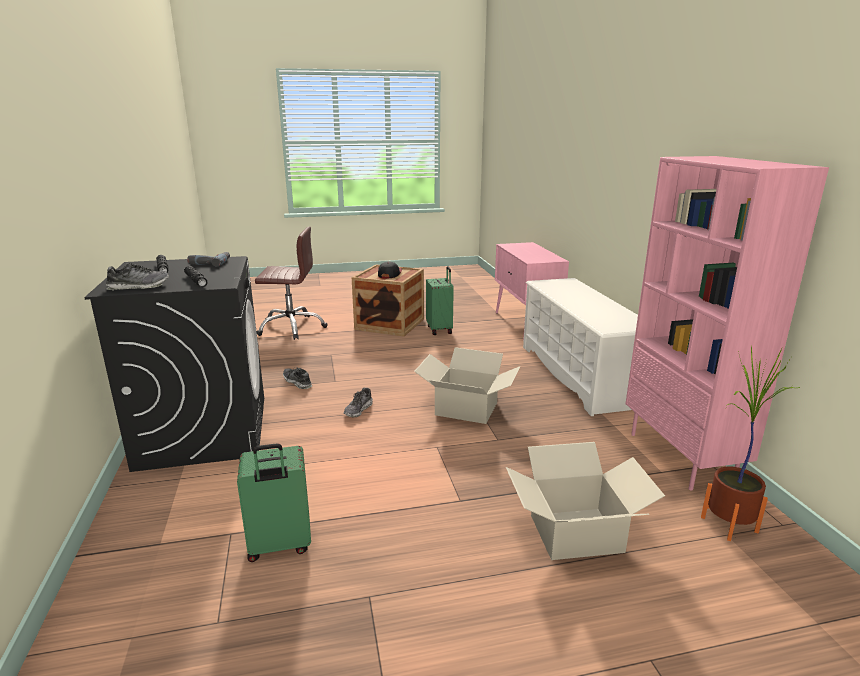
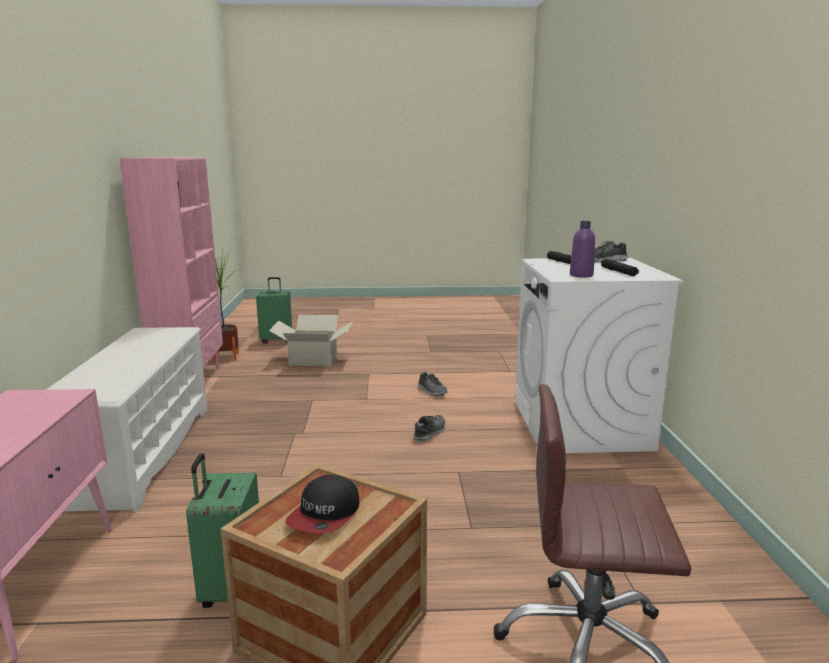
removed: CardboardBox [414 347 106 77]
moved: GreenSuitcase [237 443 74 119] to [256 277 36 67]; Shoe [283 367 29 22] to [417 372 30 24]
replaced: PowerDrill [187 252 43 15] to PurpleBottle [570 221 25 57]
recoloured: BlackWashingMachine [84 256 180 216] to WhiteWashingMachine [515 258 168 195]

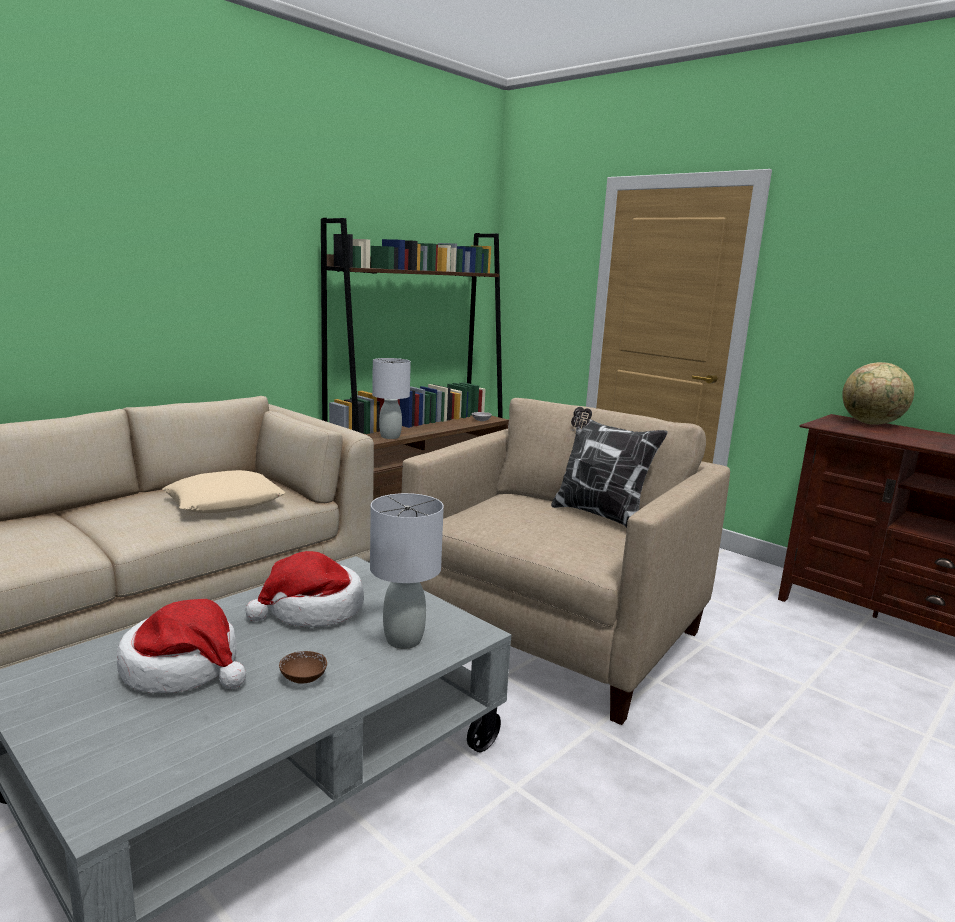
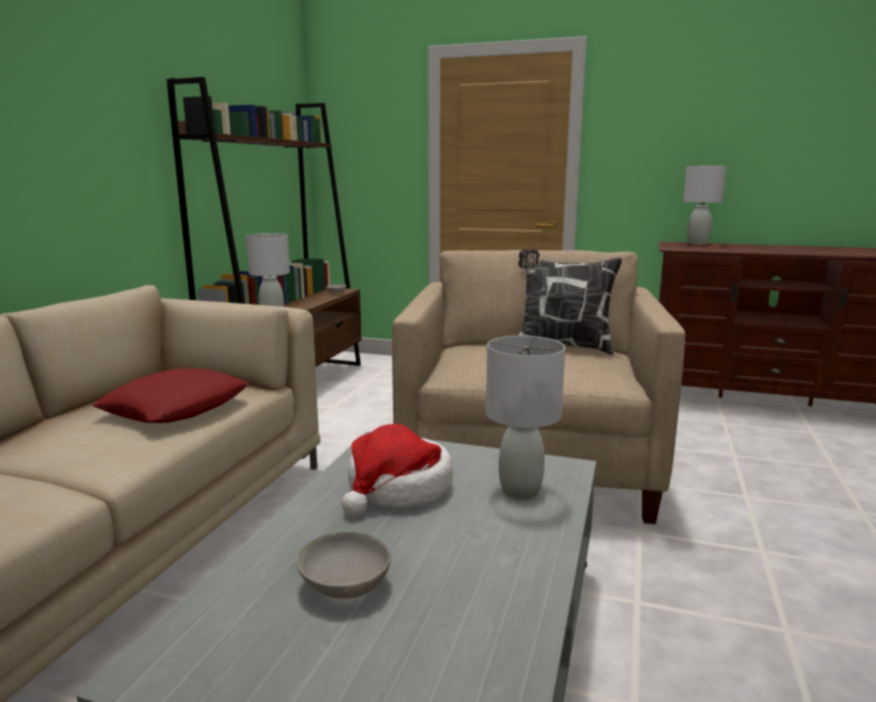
removed: BrownBowl [279 651 48 33]
replaced: Hat [117 599 129 94] to GreyBowl [296 531 95 68]; Globe [842 362 72 63] to GreyTableLamp [683 166 44 79]
recoloured: BeigePillow [163 470 122 43] to RedPillow [92 368 157 55]

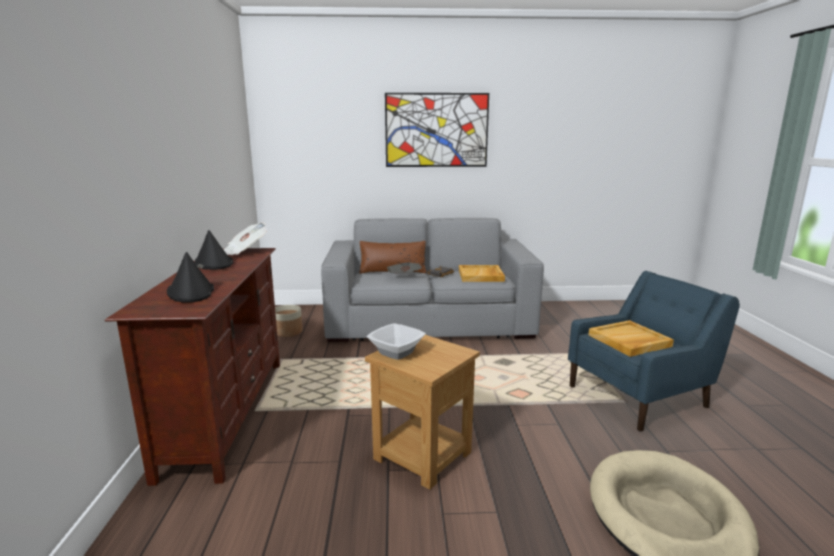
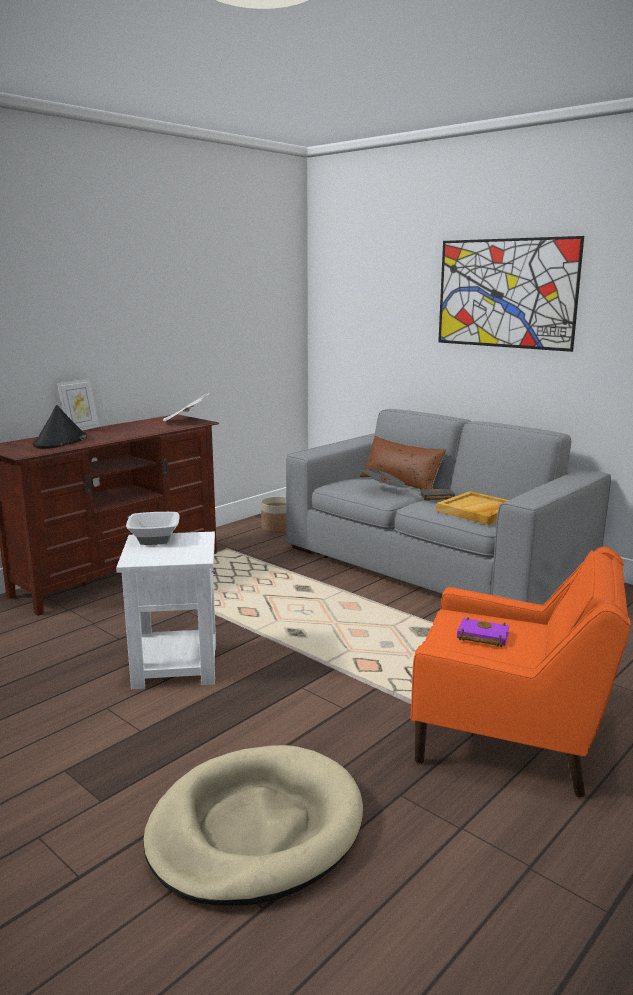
removed: BlackHat [194 230 39 40]
added: PictureFrame [57 378 42 53]
replaced: BeigeTray [589 320 85 37] to PurpleBook [457 617 53 30]
recoloured: BrownSideTable [365 335 115 155] to WhiteSideTable [116 532 100 157]; BlueArmchair [568 271 172 160] to OrangeArmchair [411 547 220 251]

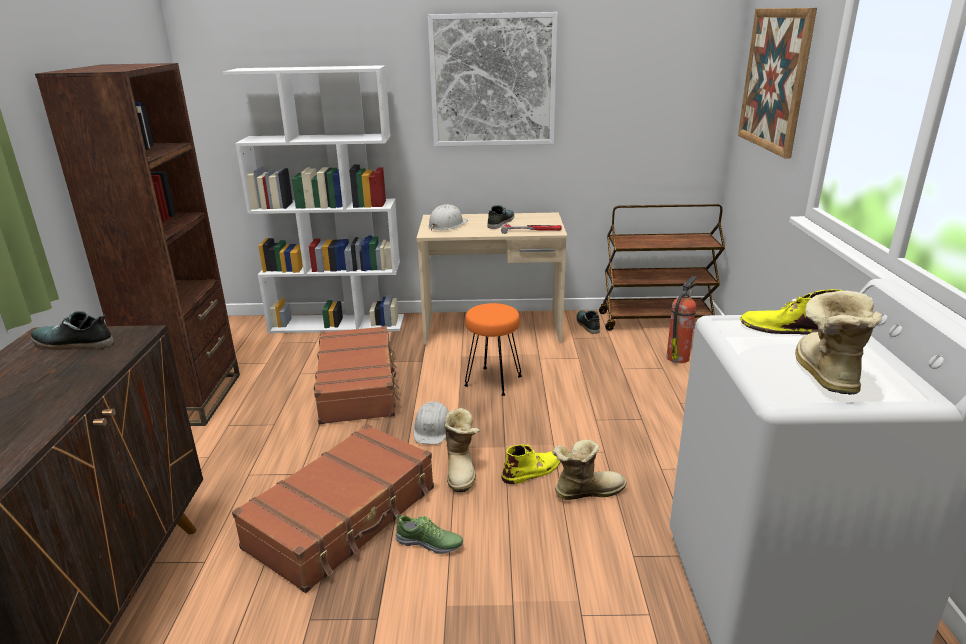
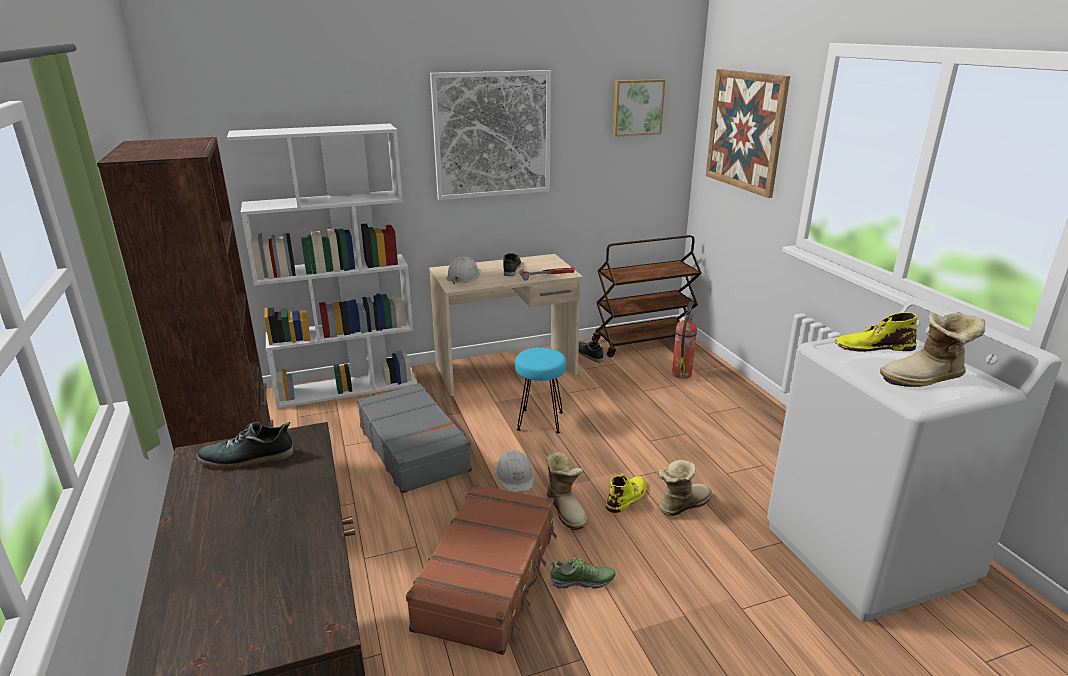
added: Picture [612 79 53 58]
recoloured: BrownSuitcase [314 326 87 98] to GreySuitcase [357 383 115 111]; OrangeStool [464 303 58 93] to TurquoiseStool [515 348 52 86]
turned: Boot [795 291 87 104] = [880 312 105 75] 90 degrees counterclockwise

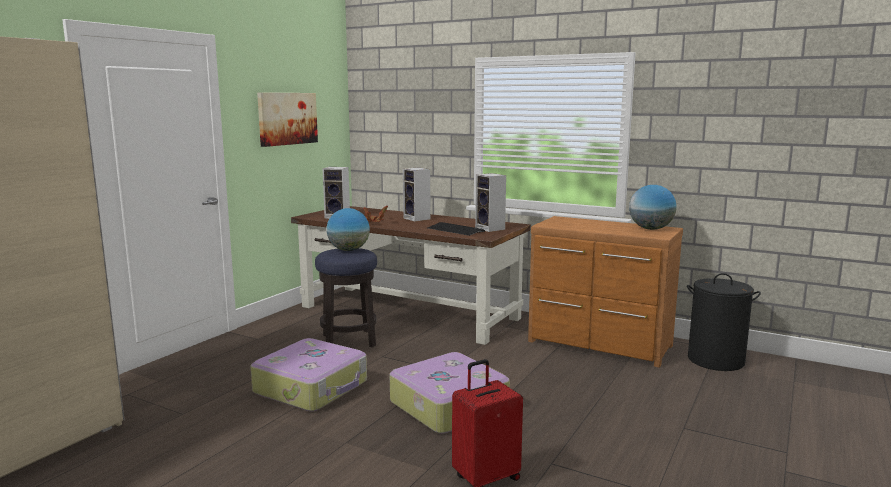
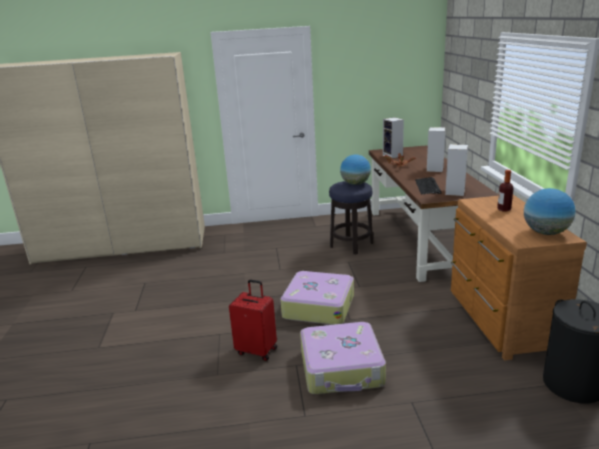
removed: Picture [257 92 61 55]
added: Bottle [497 170 17 42]
moved: Suitcase [250 338 117 74] to [300 322 86 72]

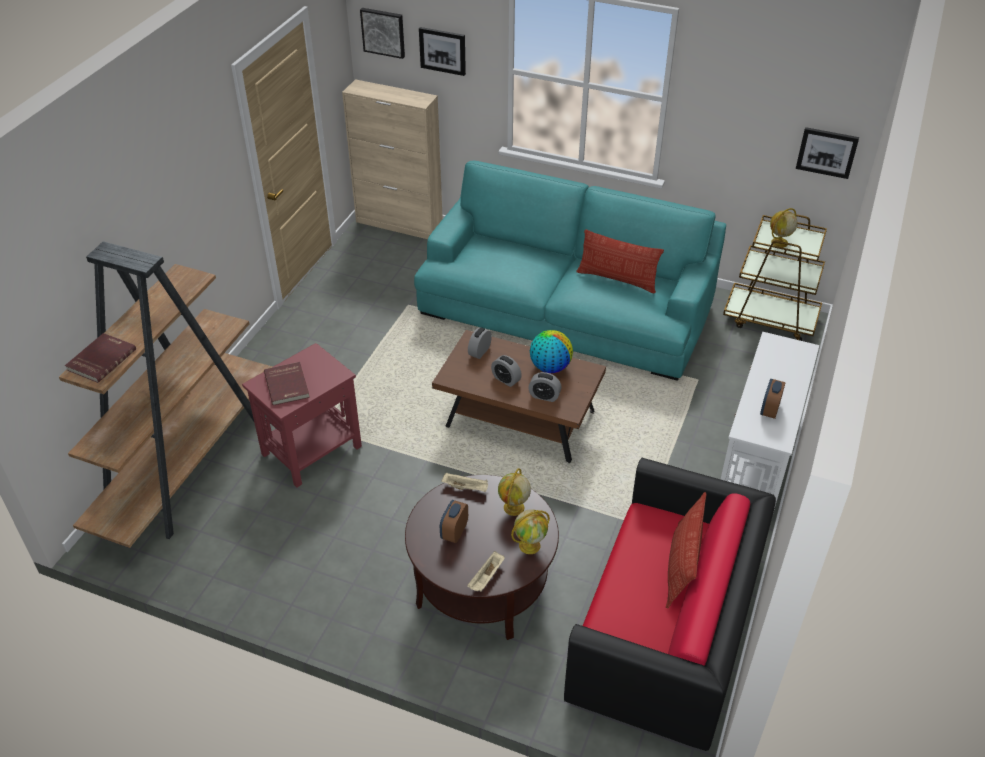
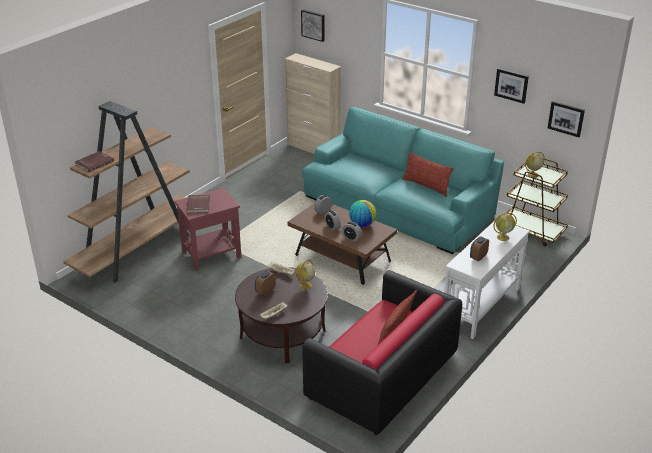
moved: Picture [419 27 47 49] to [494 68 35 36]; Globe [511 509 39 45] to [494 213 23 28]

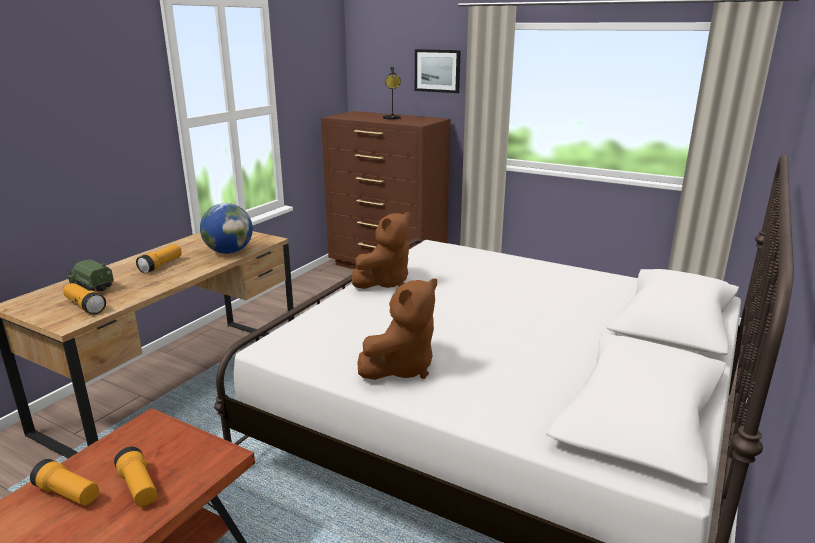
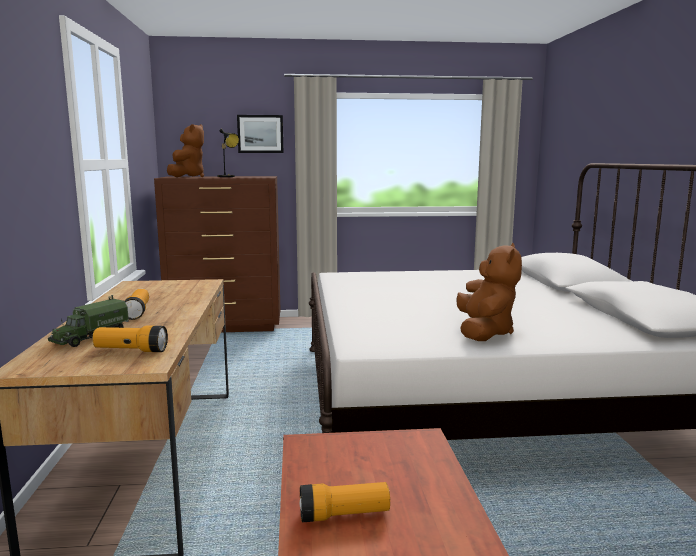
removed: Flashlight [114 446 43 61]; Globe [200 203 53 51]
moved: BrownPlushToy [352 212 59 77] to [167 124 37 53]
turned: ToyTruck [67 259 47 32] = [48 295 81 52] 60 degrees counterclockwise

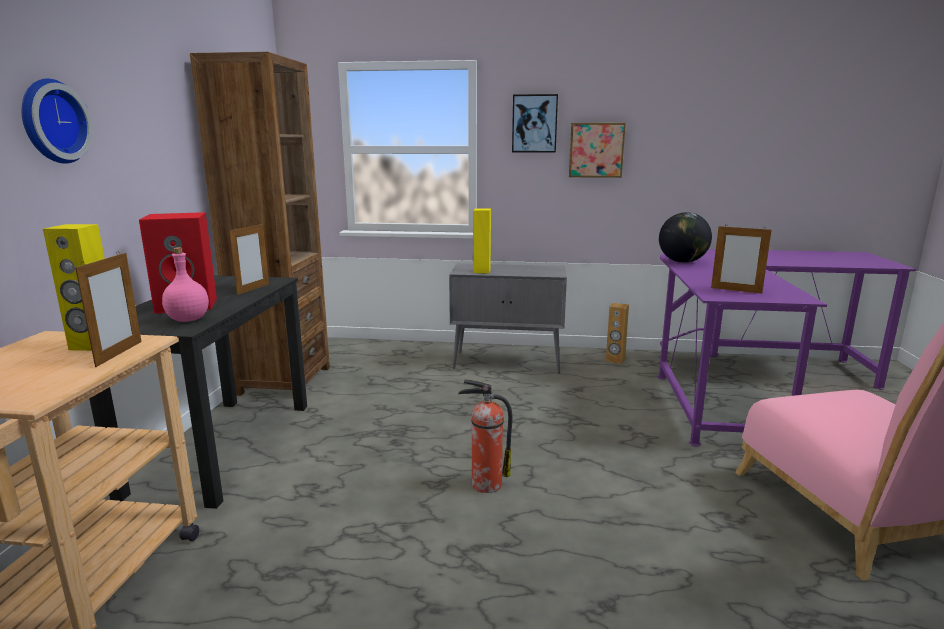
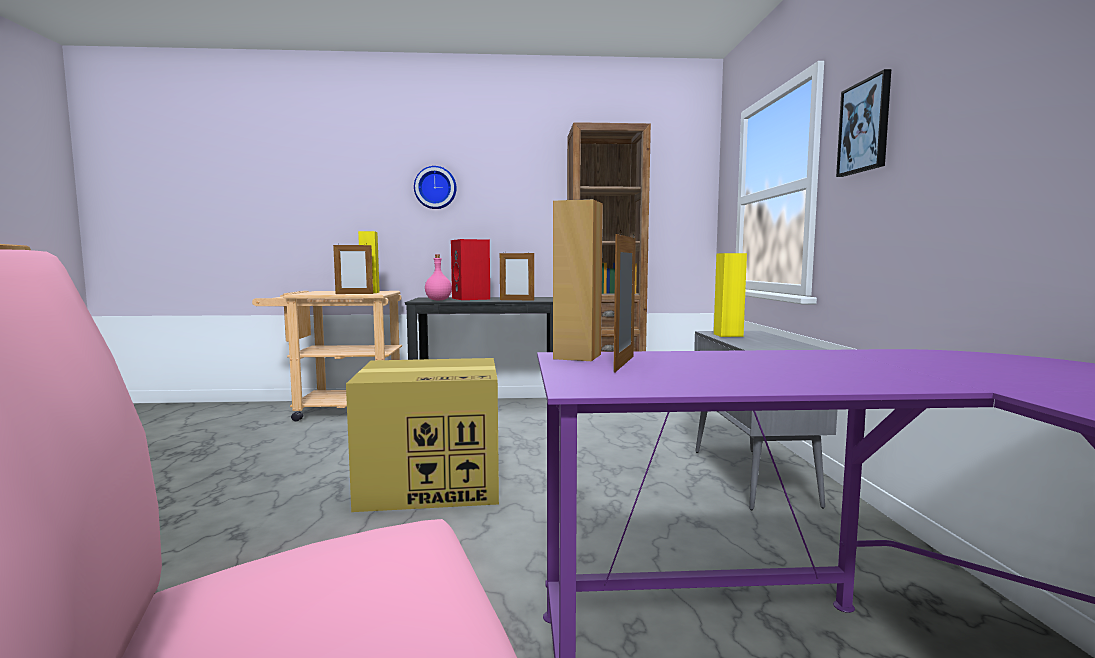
removed: Picture [569 123 57 55]; Globe [659 212 53 51]
moved: BrownSpeaker [606 303 23 61] to [553 199 50 162]
replaced: FireExtinguisher [458 379 54 114] to CardboardBox [346 358 153 154]

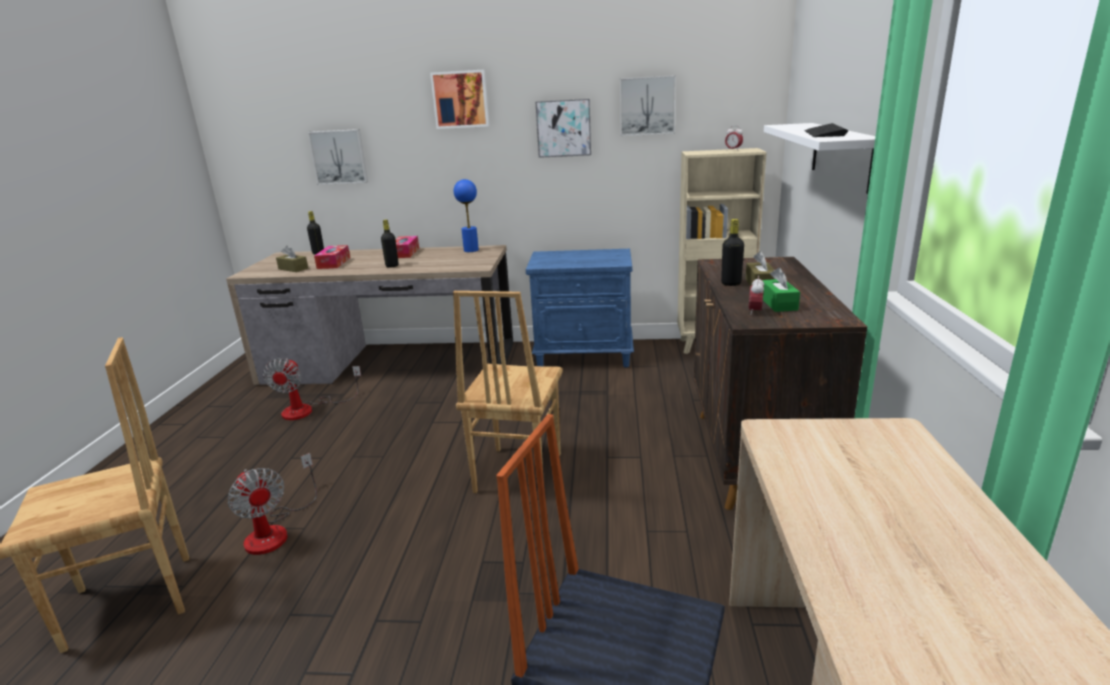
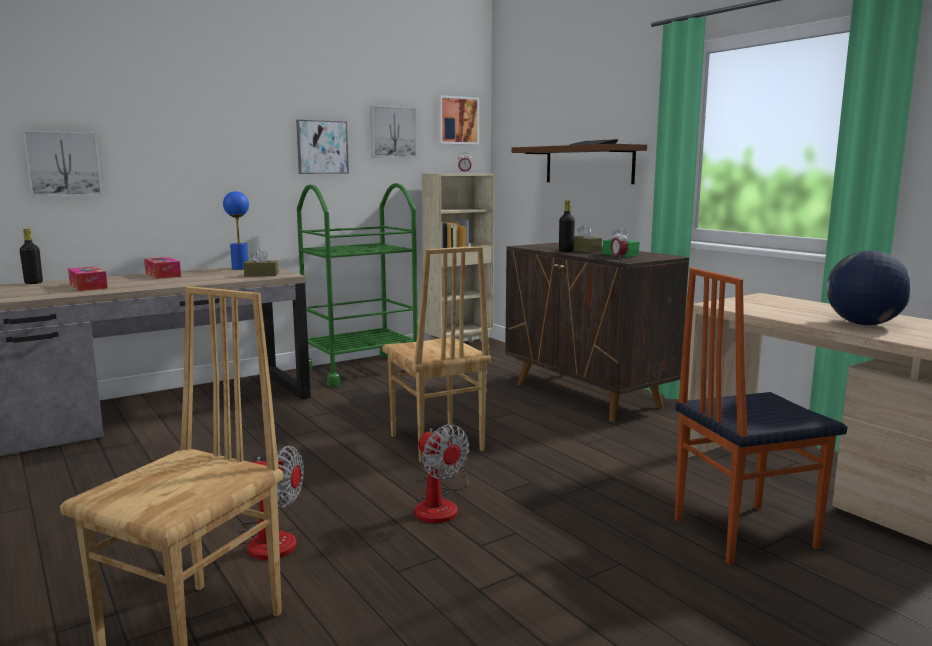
removed: BlackBottle [381 220 18 48]
added: Globe [826 251 86 74]
moved: Fan [263 358 98 62] to [415 425 54 98]; BrownTissueBox [276 246 32 26] to [243 249 35 28]; Picture [430 70 60 59] to [437 95 42 50]
replaced: BlueNightstand [526 249 108 118] to GreenCart [297 183 121 204]
recoloured: WhiteShelf [764 123 112 71] to BrownShelf [511 143 136 41]

